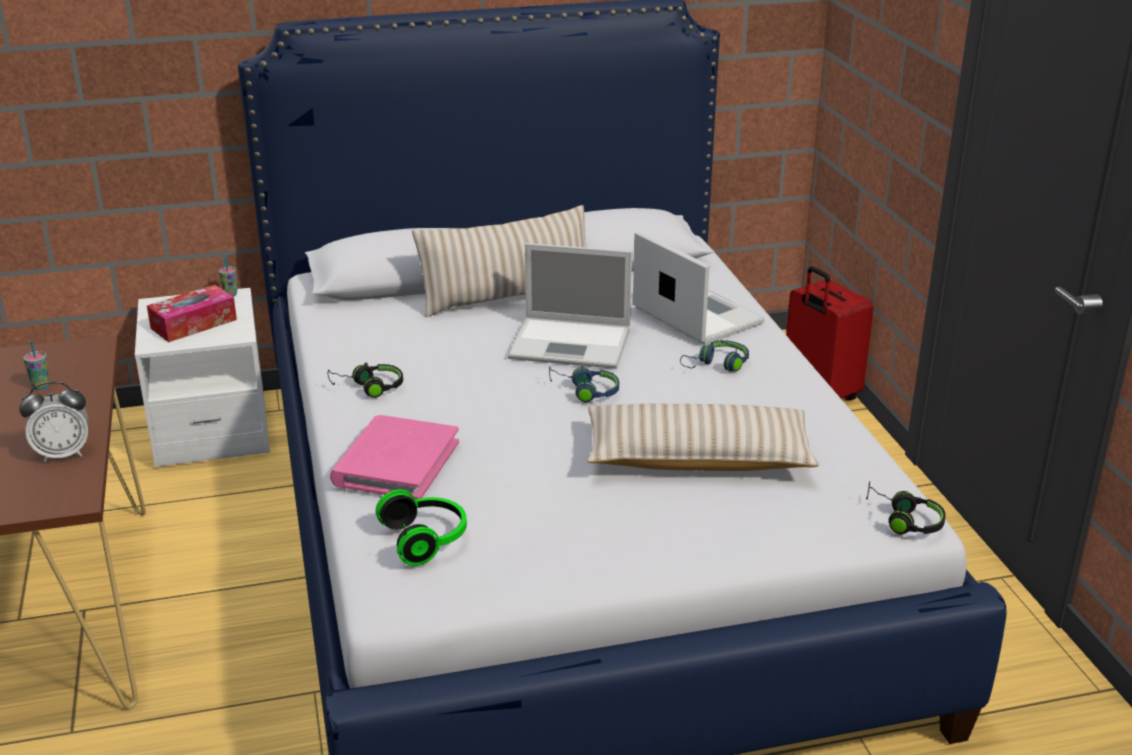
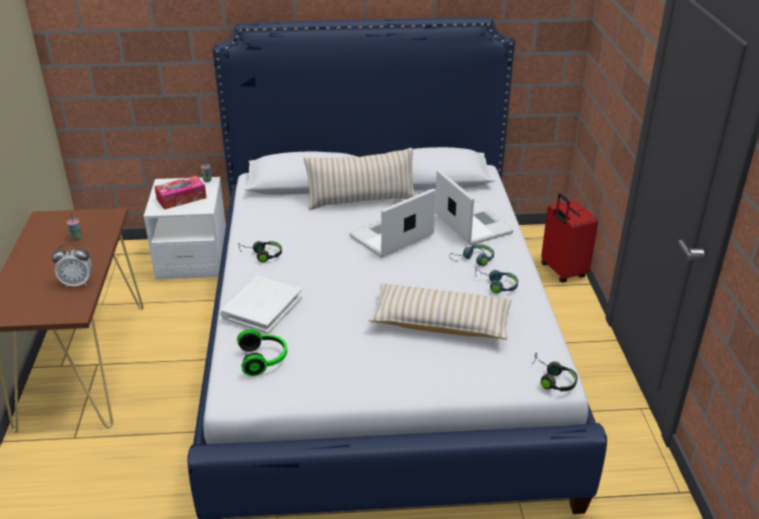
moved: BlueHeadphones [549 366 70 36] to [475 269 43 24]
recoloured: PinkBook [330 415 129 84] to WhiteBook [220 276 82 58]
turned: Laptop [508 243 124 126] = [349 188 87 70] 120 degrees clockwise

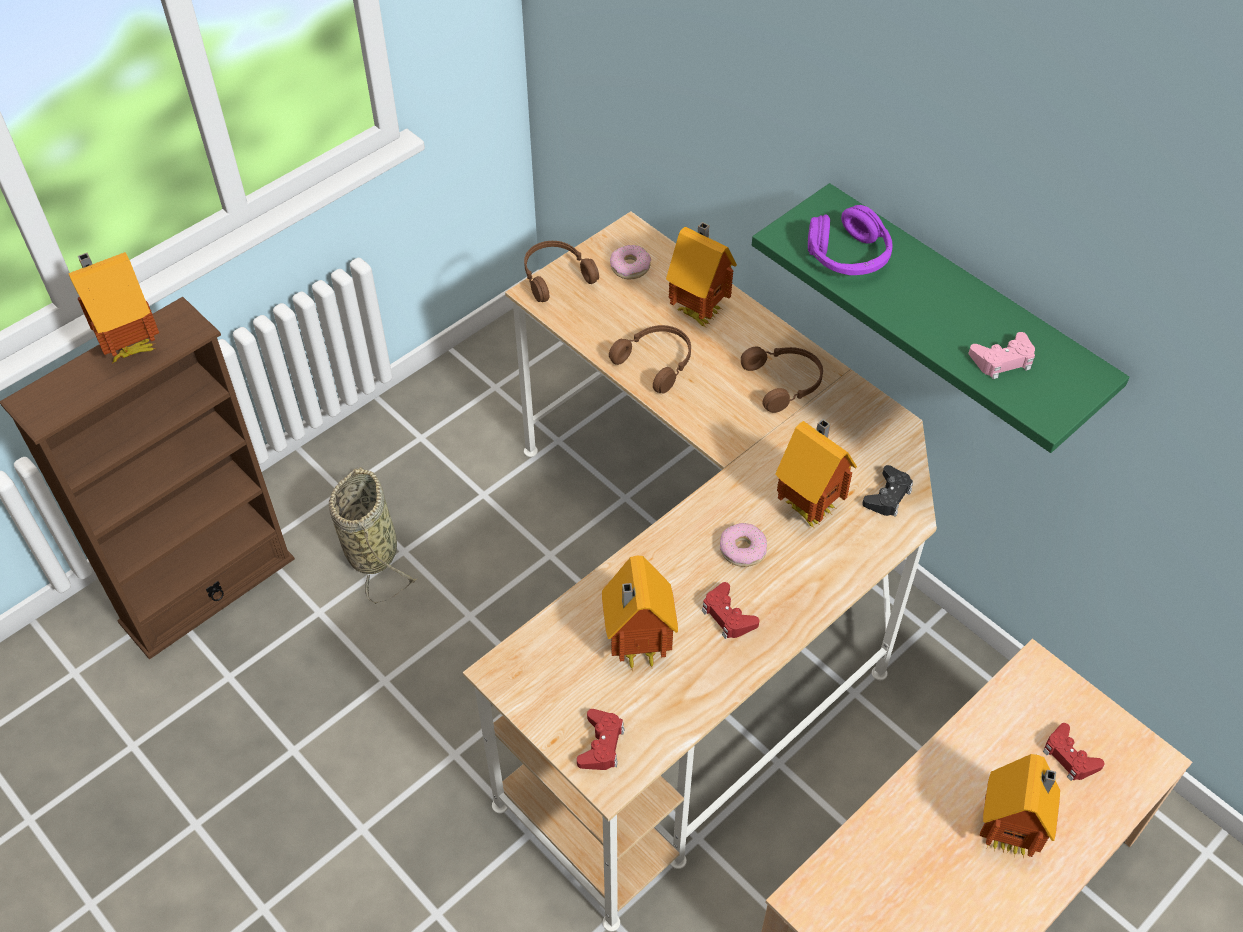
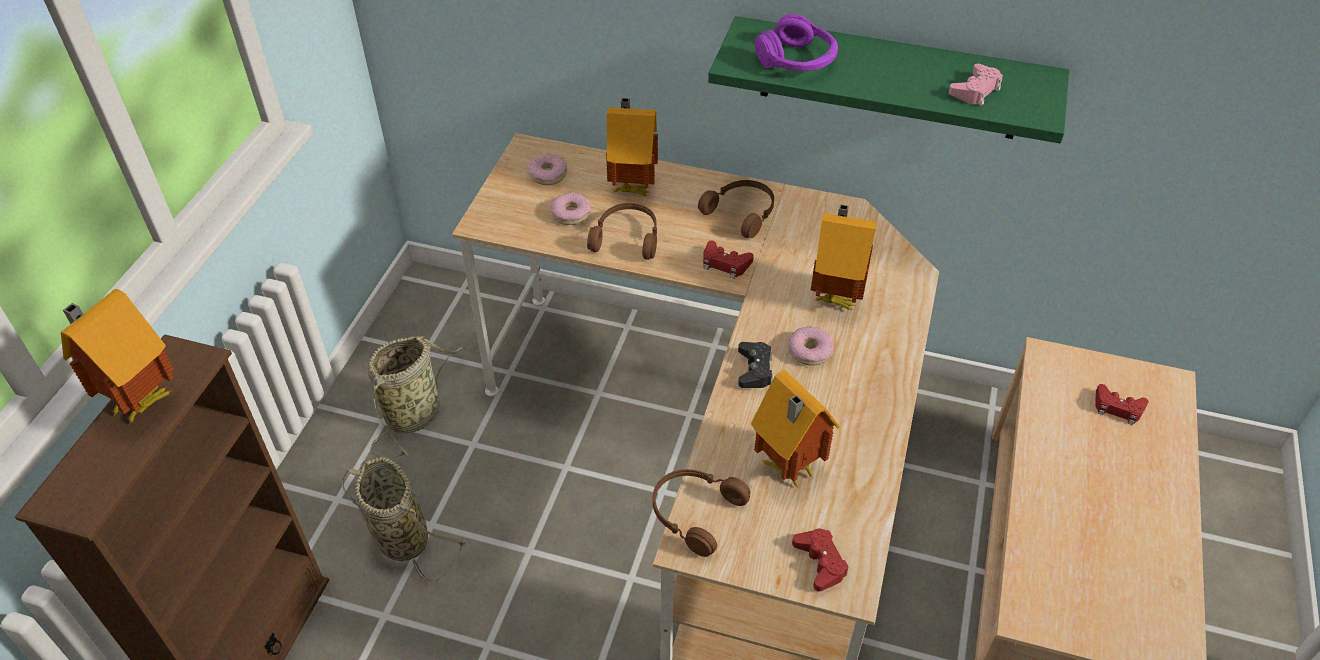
removed: ToyHouse [980 754 80 103]
added: Basket [368 336 96 121]; Donut [551 192 40 33]
moved: BrownHeadphones [524 241 75 61] to [653 469 98 88]; RedGameController [702 582 57 57] to [703 241 51 38]; BlackGameController [862 465 51 51] to [738 342 35 46]

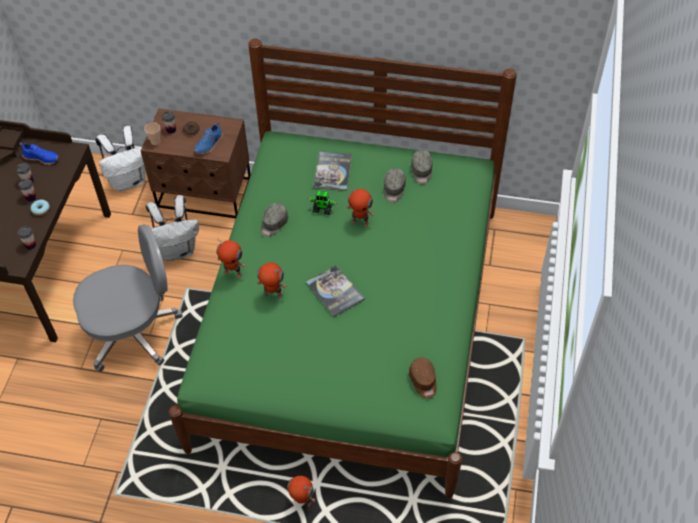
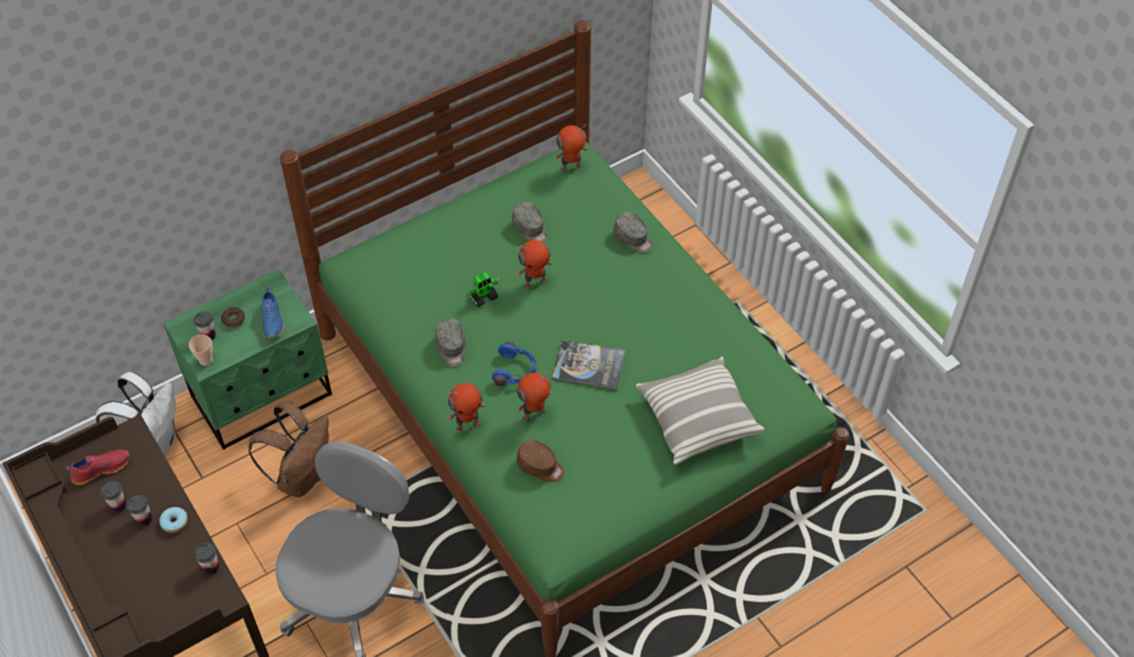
removed: Book [313 151 39 40]
added: BlueHeadphones [492 342 44 44]; Pillow [636 357 129 107]
moved: ToyRobot [287 476 28 30] to [555 124 33 48]; BrownCap [409 357 28 42] to [517 440 47 42]; GreyCap [411 150 22 35] to [613 212 39 41]
recoloured: BlueShoe [19 142 40 23] to RedShoe [66 449 63 36]; BrownNightstand [141 109 110 109] to GreenNightstand [163 269 169 181]; WhiteBackpack [145 195 54 66] to BrownBackpack [248 401 81 96]

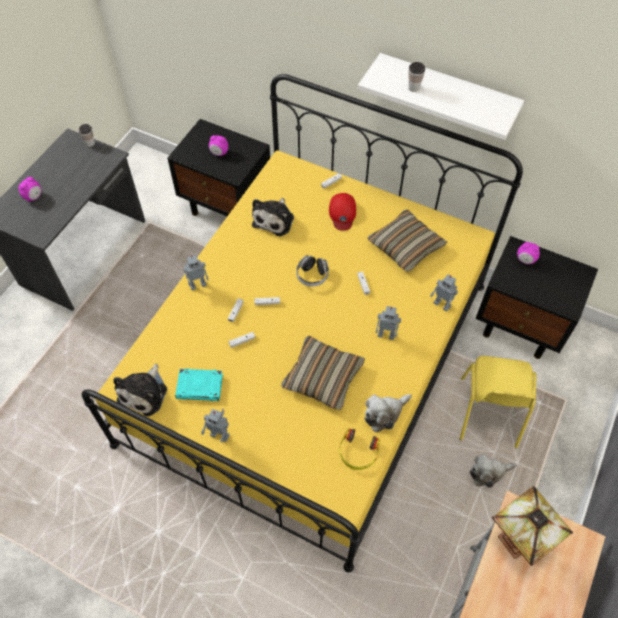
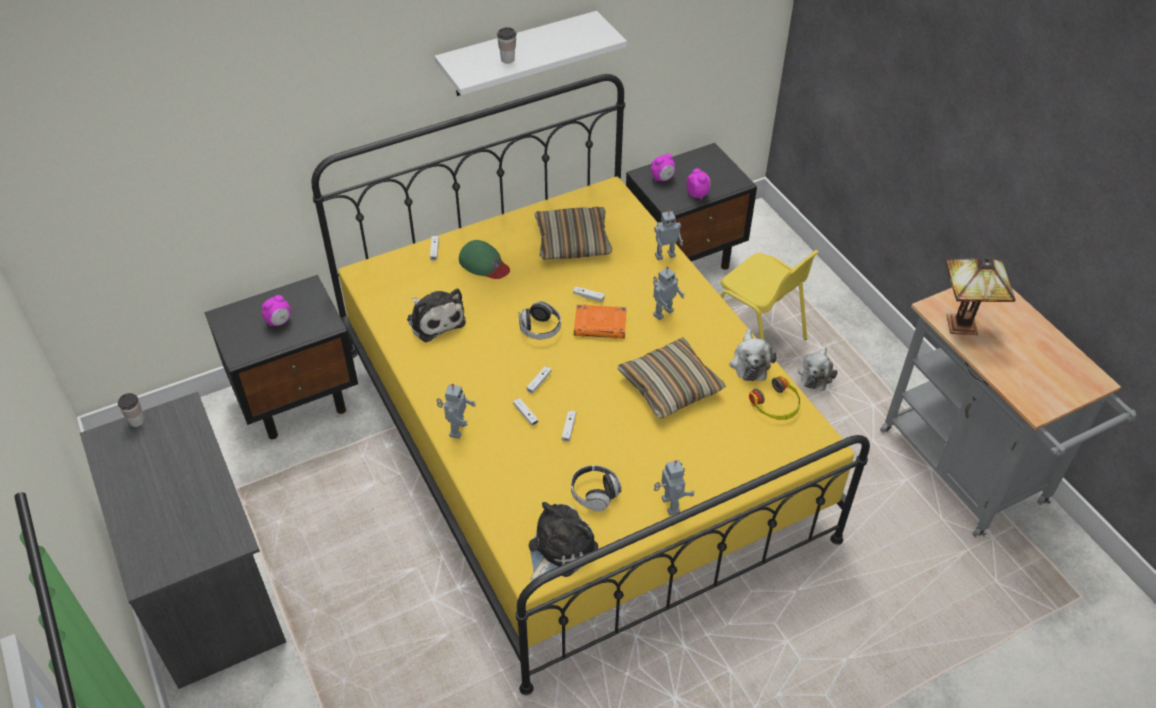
added: OrangeBook [574 304 53 35]
moved: AlarmClock [18 177 23 25] to [686 168 25 32]
replaced: TurquoiseBook [175 368 48 33] to Headphones [571 465 51 46]
recoloured: RedCap [329 193 27 38] to GreenCap [459 240 51 39]
turned: PlushToy [113 364 54 52] = [529 502 69 80] 105 degrees counterclockwise; ToyRobot [201 409 29 33] = [654 460 41 55] 75 degrees counterclockwise

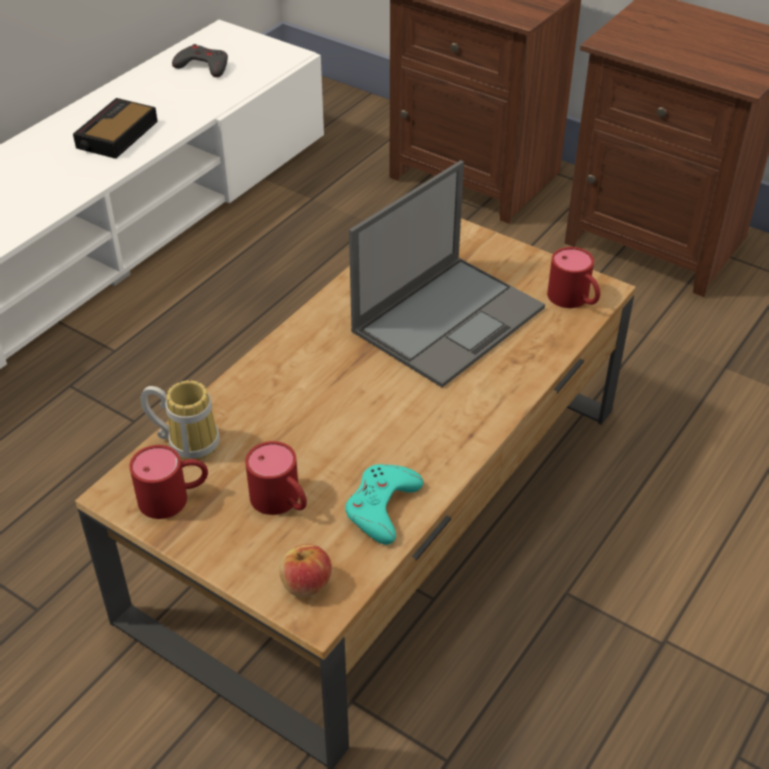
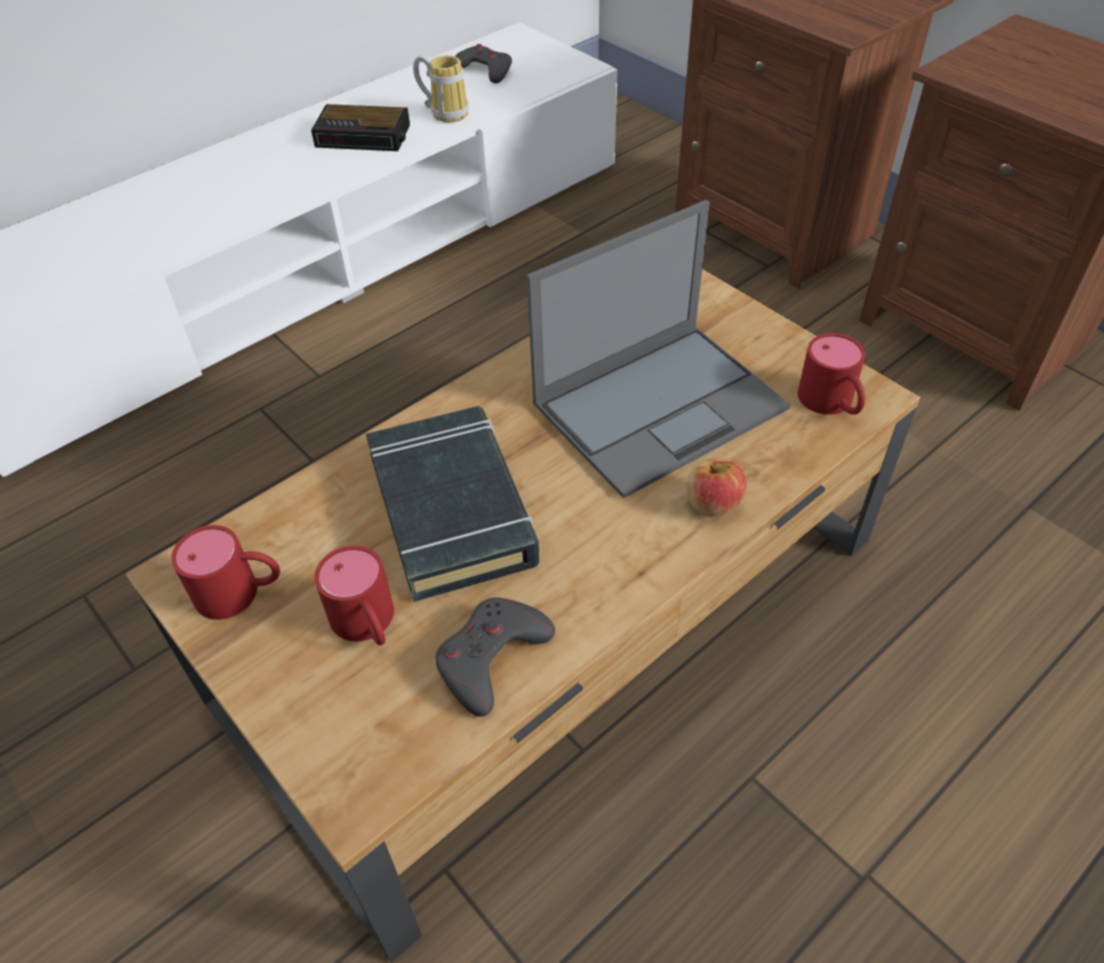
added: BlackBook [366 406 173 196]
moved: Mug [140 380 80 80] to [413 55 56 67]; Apple [279 544 53 53] to [687 458 60 58]
recoloured: TurquoiseGameController [345 464 79 81] to GreyGameController [435 597 120 120]
turned: AlarmClock [73 98 85 61] = [311 104 99 47] 120 degrees counterclockwise

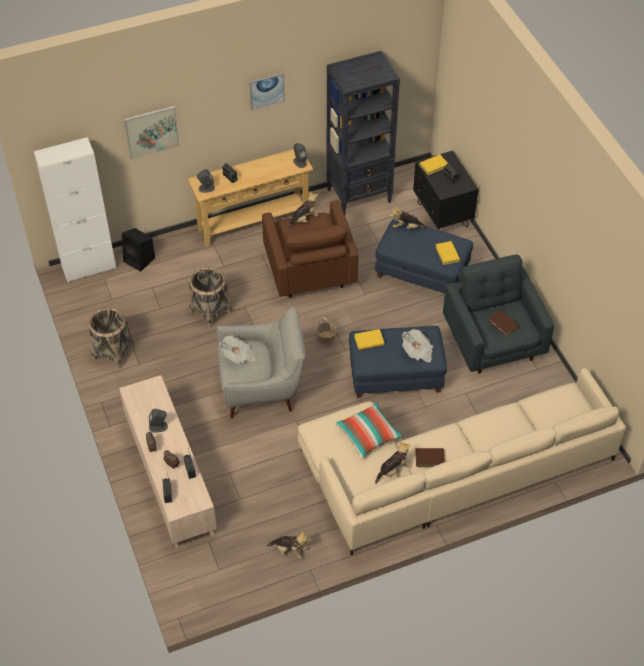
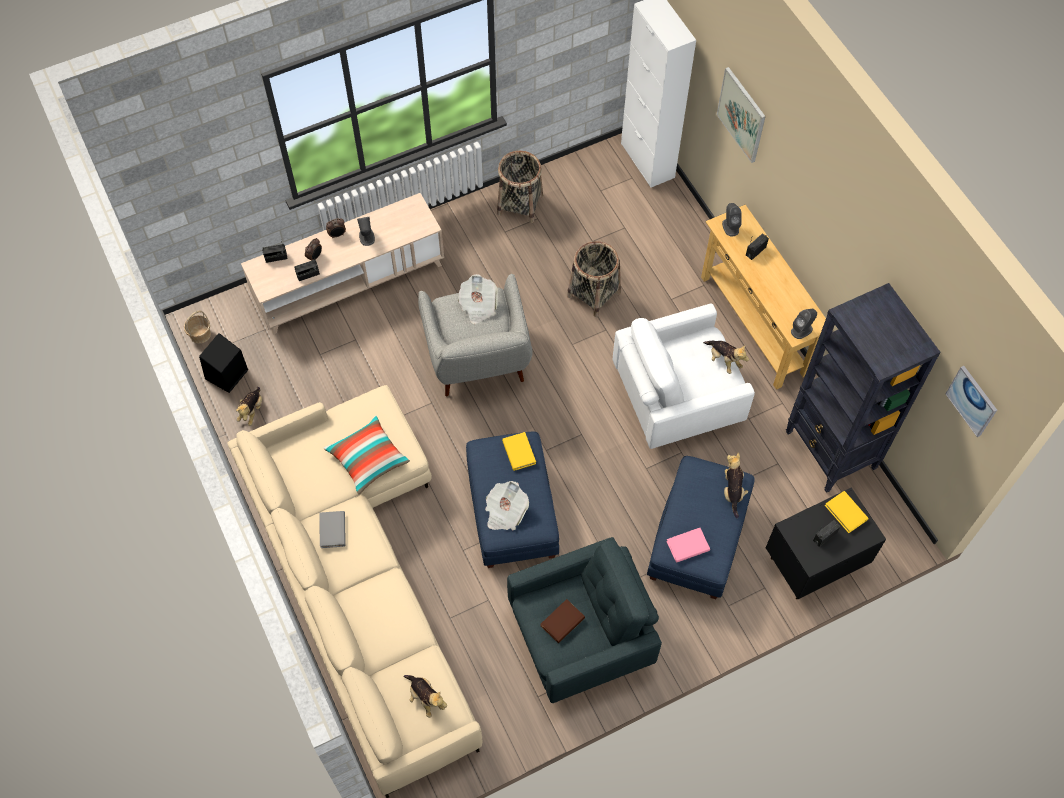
moved: BlackSpeaker [122 228 33 44] to [199 333 49 60]; Picture [249 73 36 37] to [946 366 51 71]; Basket [316 317 21 28] to [184 311 27 33]; PlushToy [375 441 35 43] to [404 675 43 43]
recoloured: BrownArmchair [262 200 96 98] to WhiteArmchair [613 303 142 146]; BrownBook [415 448 30 19] to GreyBook [320 511 26 37]; YellowBook [436 241 24 24] to PinkBook [666 528 44 35]

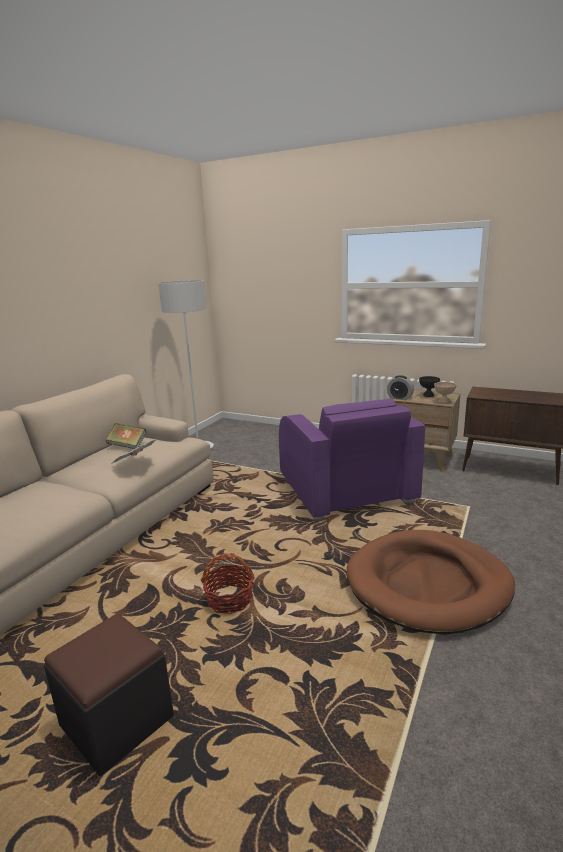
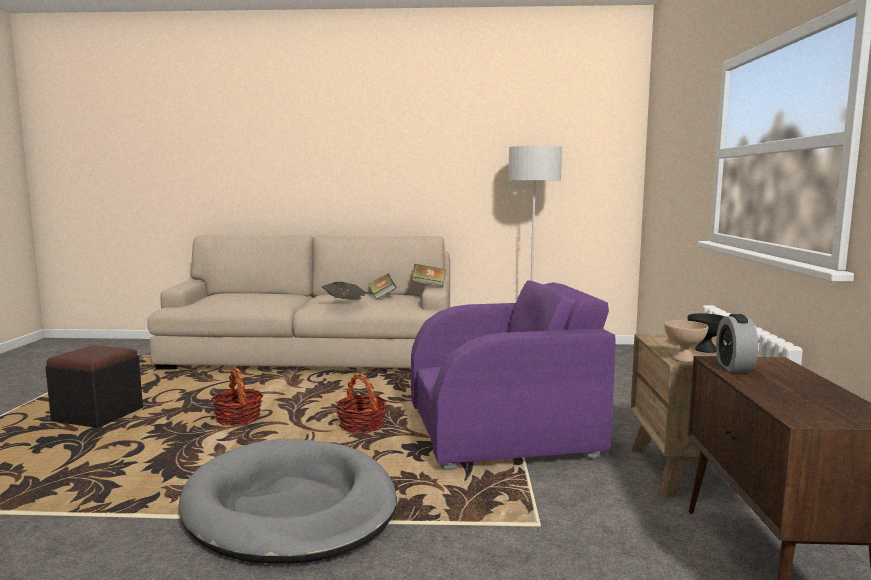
added: Basket [336 374 51 59]; Book [411 264 35 23]
moved: AlarmClock [387 375 27 25] to [716 314 42 59]
recoloured: BrownDogBed [347 530 168 105] to GreyDogBed [179 439 218 125]
turned: PurpleArmchair [279 399 146 122] = [411 280 205 190] 150 degrees counterclockwise

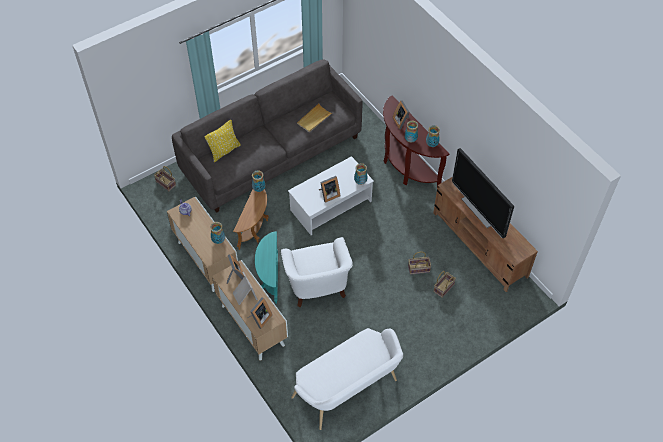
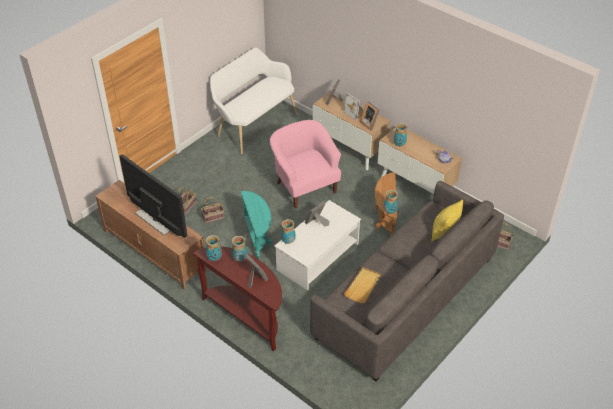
moved: TurquoiseSideTable [255 232 23 72] to [241 191 31 69]
recoloured: WhiteArmchair [281 237 72 70] to PinkArmchair [270 120 71 88]

